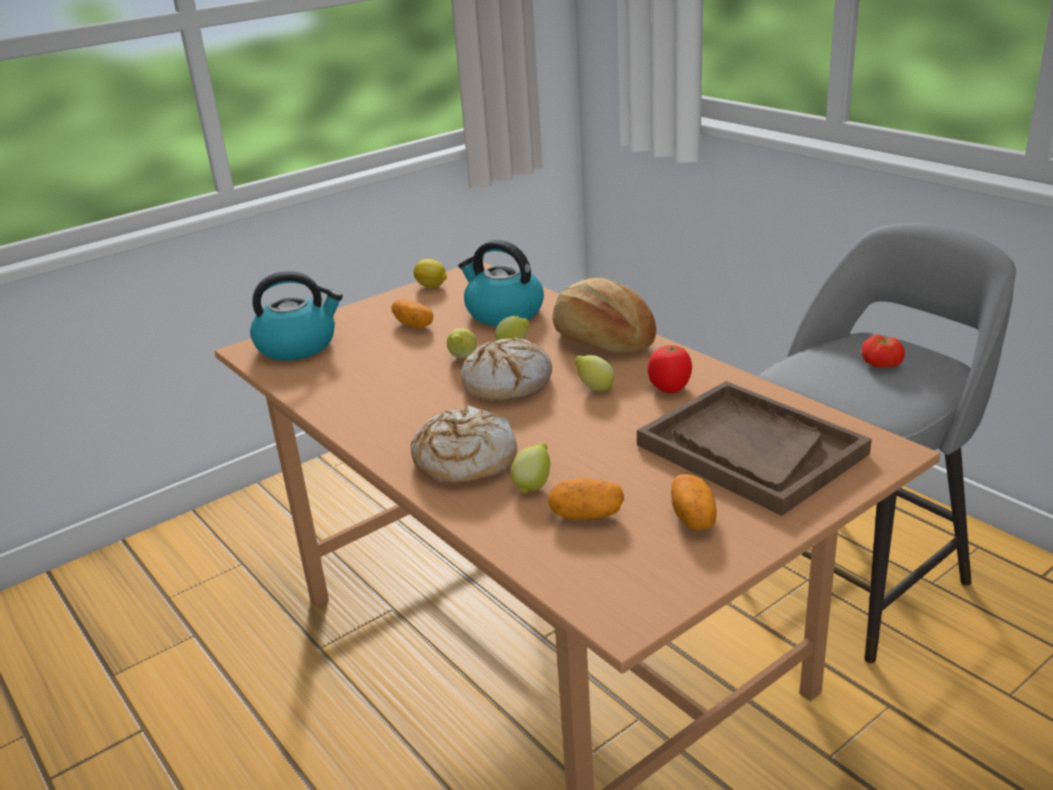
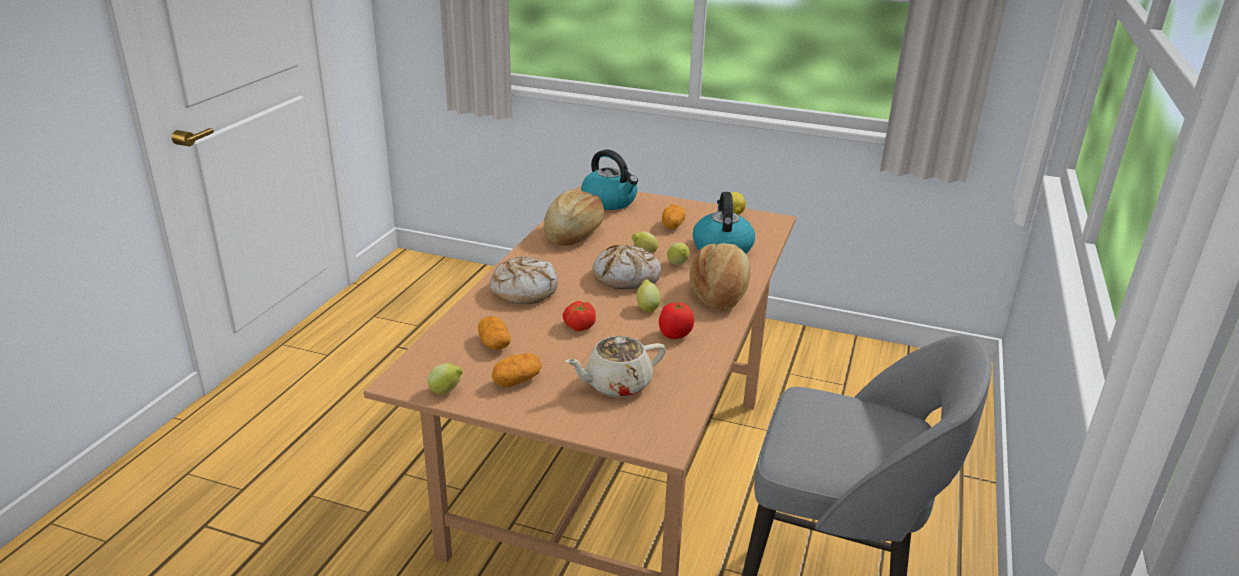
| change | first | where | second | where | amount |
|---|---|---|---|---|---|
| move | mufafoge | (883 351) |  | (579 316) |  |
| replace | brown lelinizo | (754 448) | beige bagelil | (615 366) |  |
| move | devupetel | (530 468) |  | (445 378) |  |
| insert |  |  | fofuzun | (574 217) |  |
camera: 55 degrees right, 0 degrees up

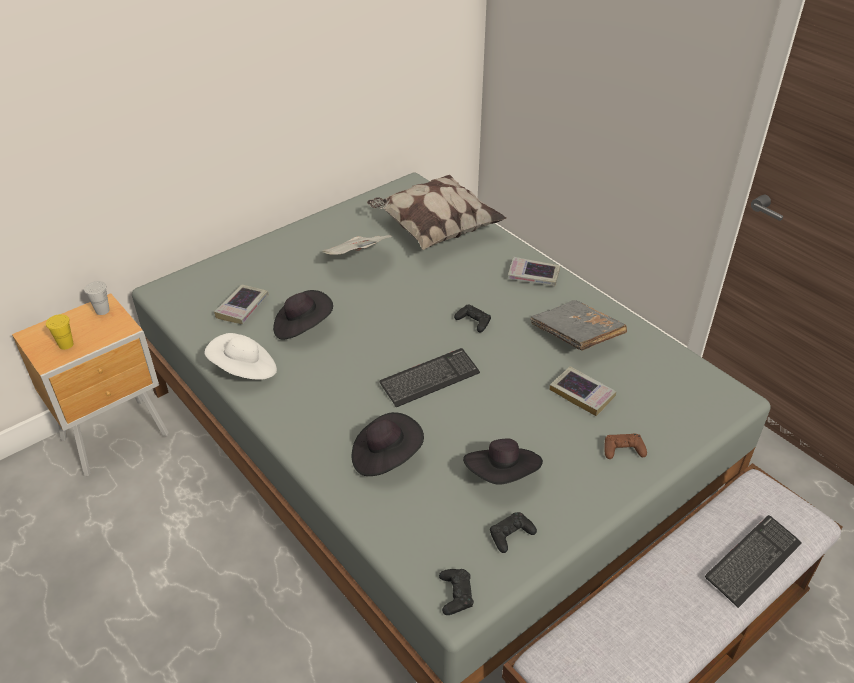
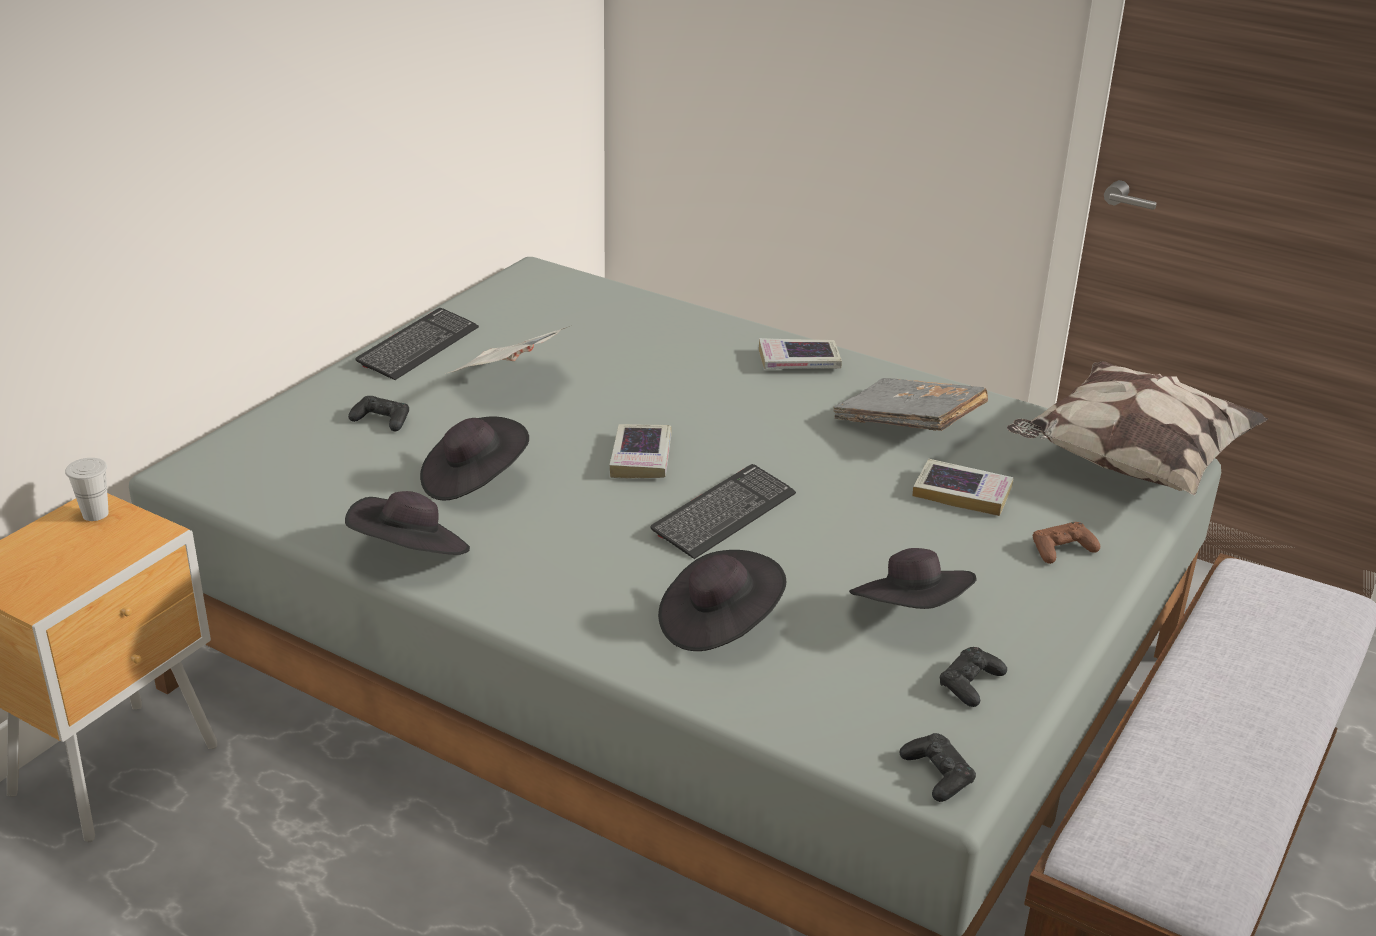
| change | first | where | second | where | amount |
|---|---|---|---|---|---|
| move | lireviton | (437 212) |  | (1137 428) |  |
| move | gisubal | (241 304) |  | (640 451) |  |
| move | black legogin | (472 318) |  | (378 413) |  |
| delete | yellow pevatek | (59 332) |  |  |  |
| recolor | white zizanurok | (240 356) | black zizanurok | (407 523) |  |
| move | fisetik | (753 561) |  | (417 344) |  |
camera: 20 degrees left, 10 degrees down

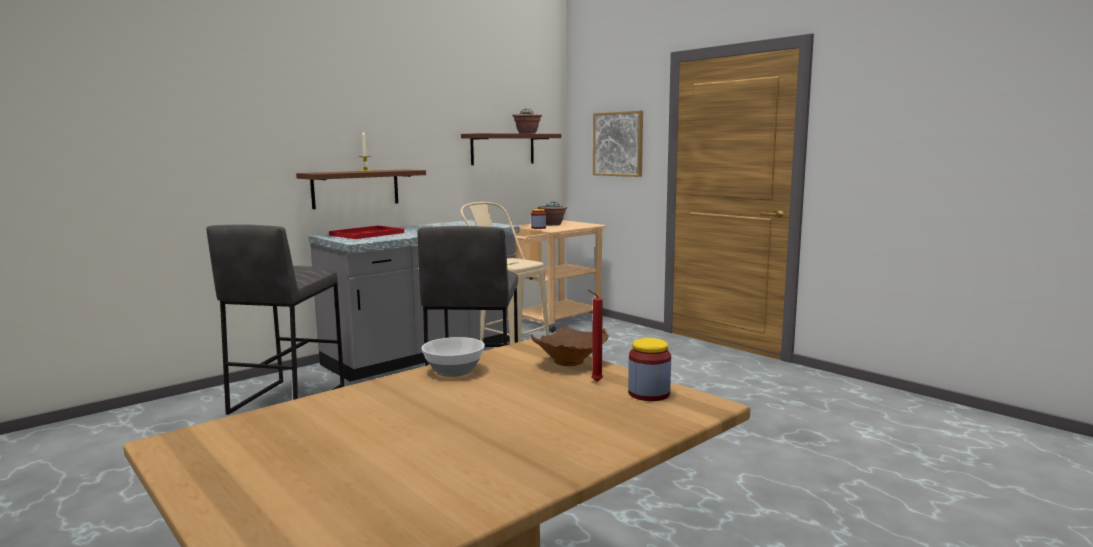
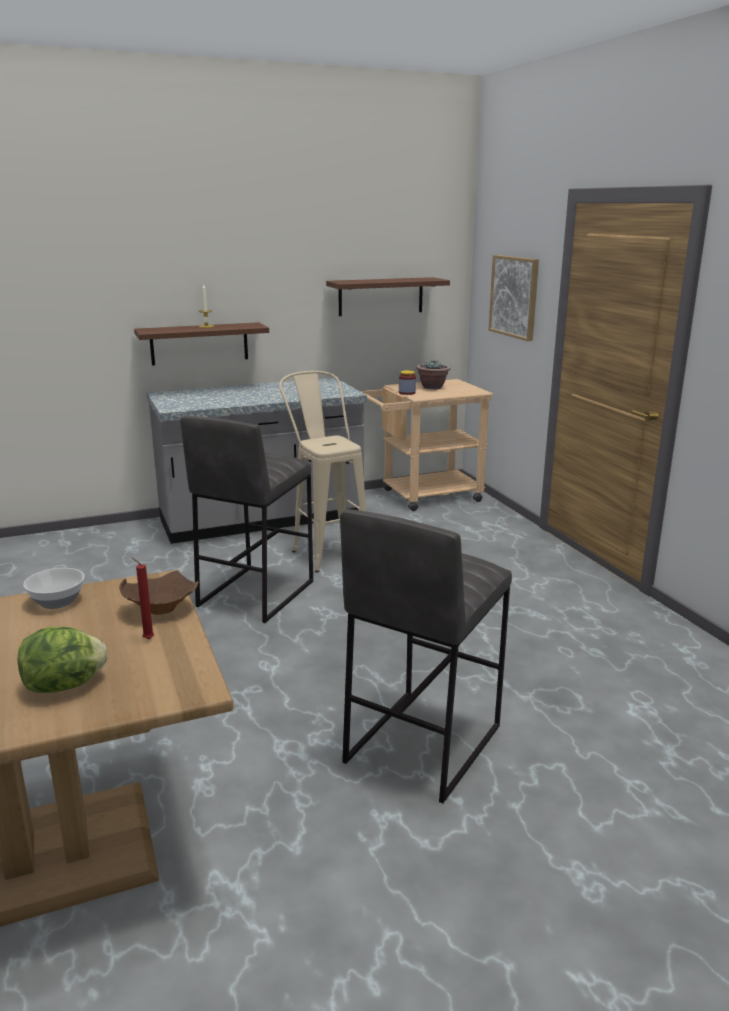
| change | first | where | second | where | amount |
|---|---|---|---|---|---|
| delete | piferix | (527 121) |  |  |  |
| move | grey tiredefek | (275 320) |  | (426 656) |  |
| delete | red lelinizo | (366 232) |  |  |  |
| delete | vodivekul | (649 369) |  |  |  |
| insert |  |  | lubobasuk | (62 660) |  |
camera: 20 degrees right, 10 degrees up

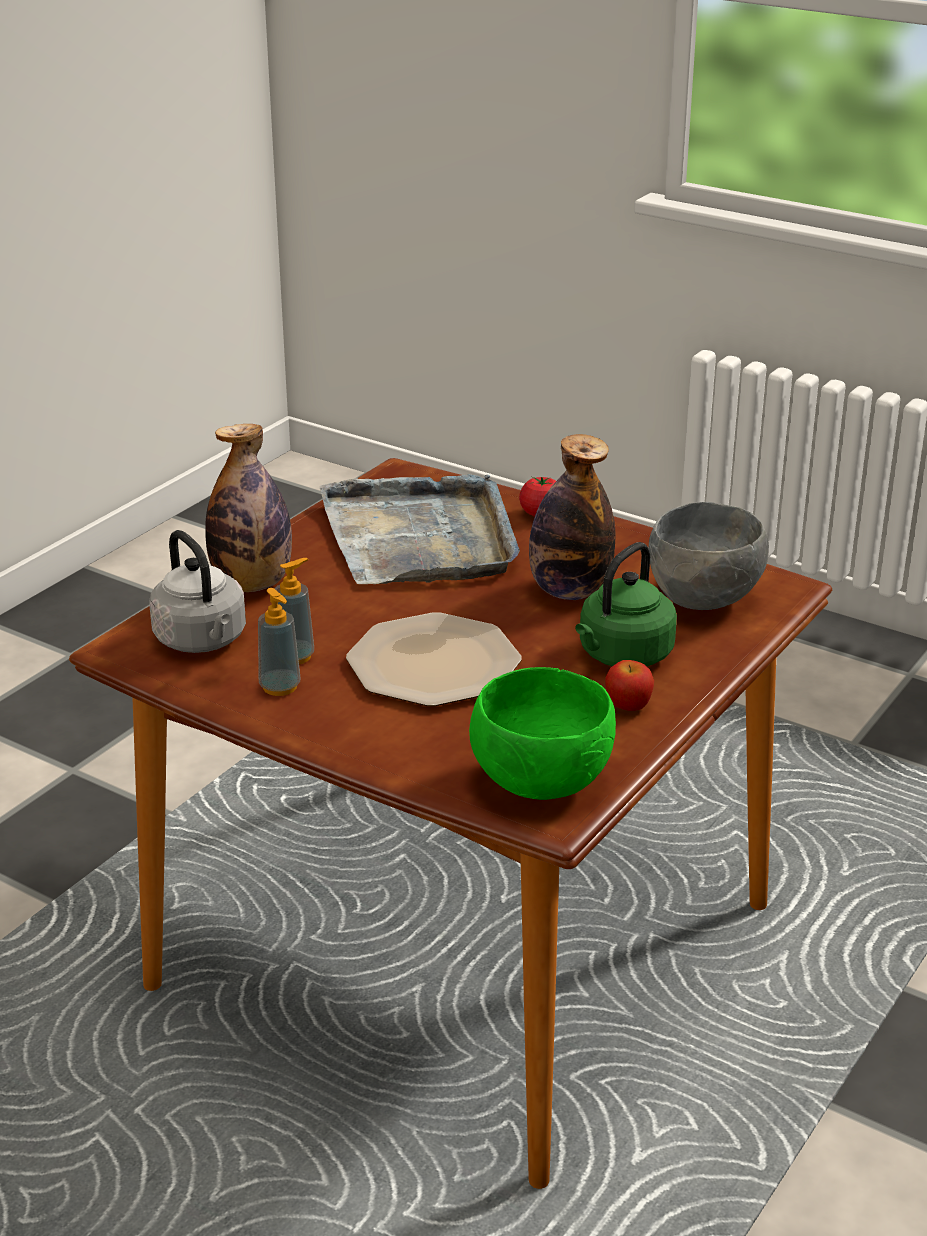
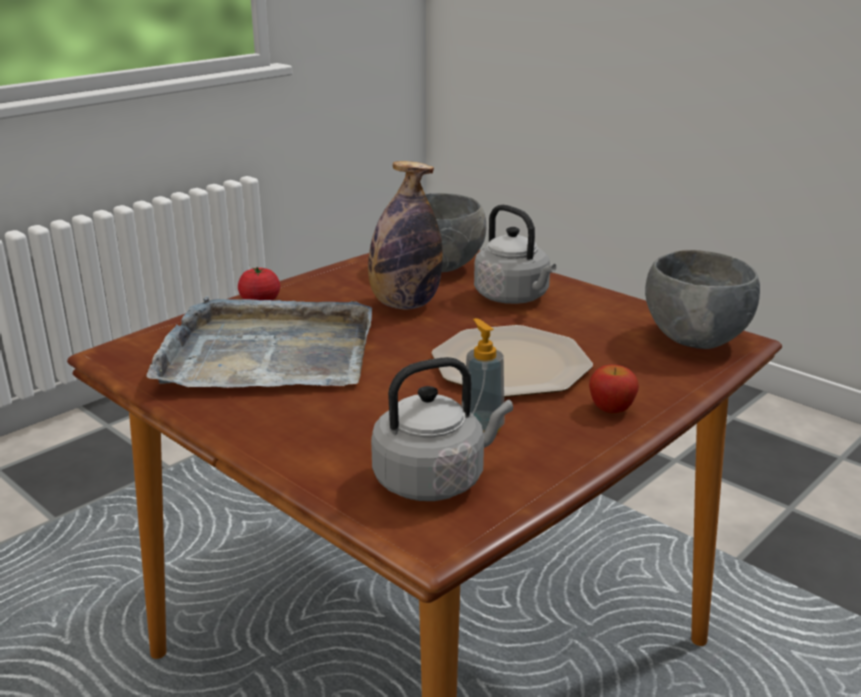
| change | first | where | second | where | amount |
|---|---|---|---|---|---|
| delete | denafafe | (248 508) |  |  |  |
| recolor | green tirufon | (626 604) | grey tirufon | (515 254) |  |
| delete | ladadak | (279 642) |  |  |  |
| move | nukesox | (629 685) |  | (614 389) |  |
| recolor | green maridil | (542 733) | grey maridil | (702 299) |  |
camera: 80 degrees left, 5 degrees down

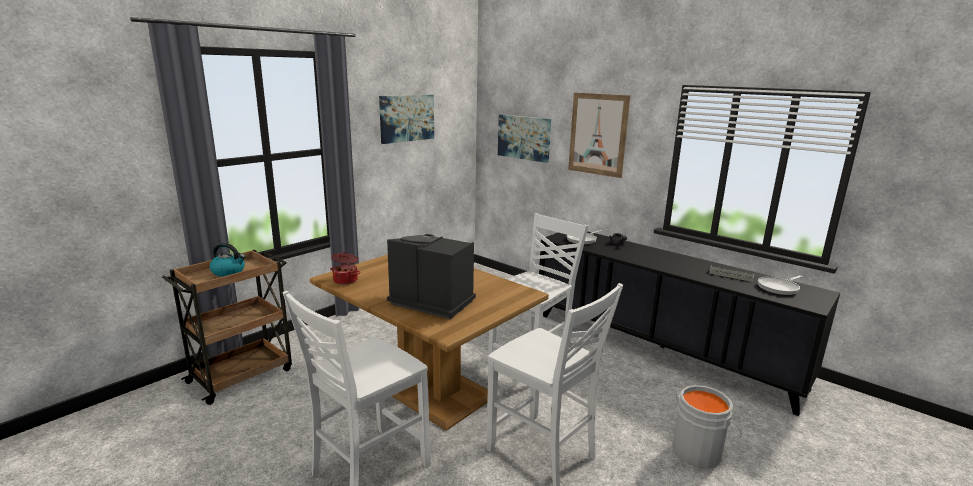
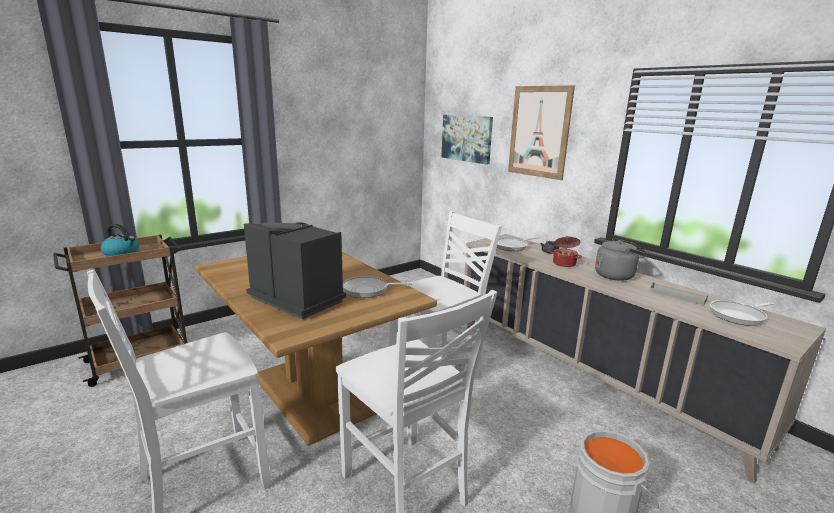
| change | first | where | second | where | amount |
|---|---|---|---|---|---|
| delete | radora | (406 119) |  |  |  |
| recolor | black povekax | (689 323) | beige povekax | (645 359) |  |
| move | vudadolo | (345 268) |  | (566 251) |  |
| insert |  |  | grey tirufon | (621 259) |  |
| insert |  |  | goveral | (377 287) |  |
camera: 10 degrees right, 0 degrees up

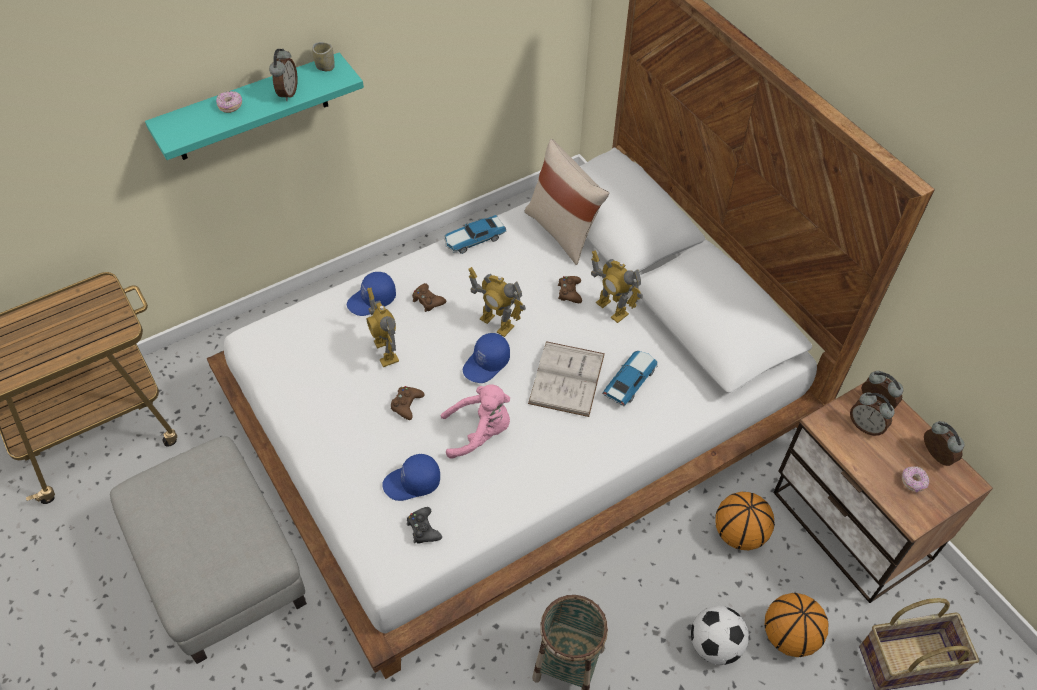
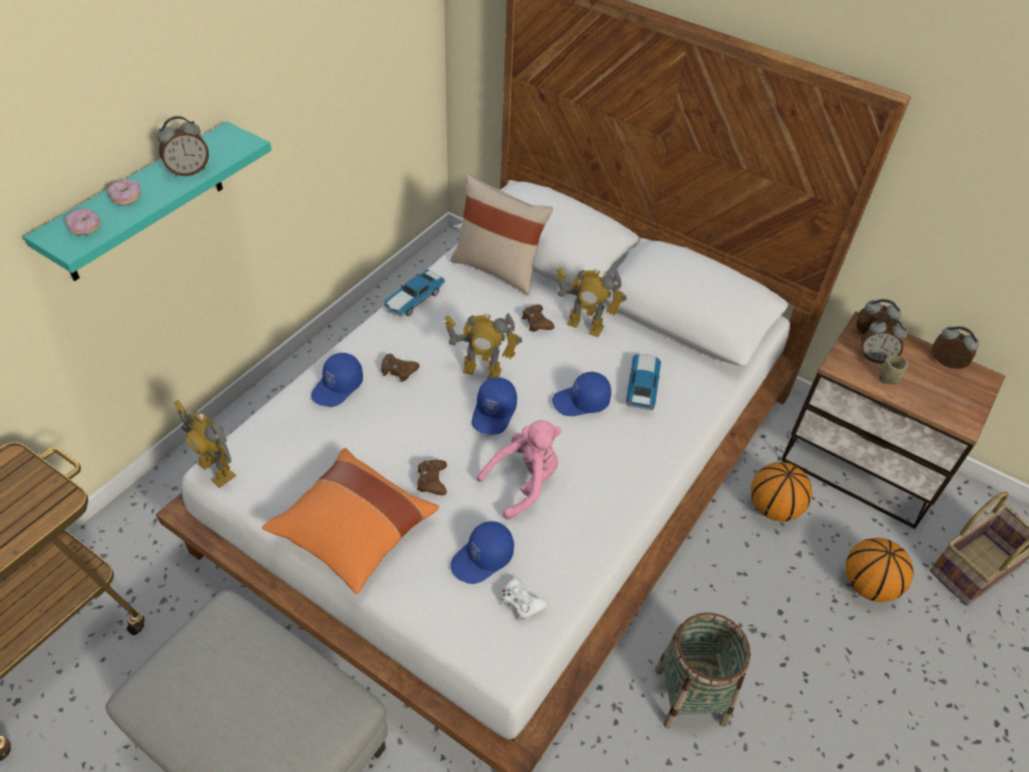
| change | first | where | second | where | amount |
|---|---|---|---|---|---|
| move | pevatek | (323 56) |  | (893 370) |  |
| rotate | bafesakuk | (283 75) |  | (183 146) | 75 degrees clockwise |
| move | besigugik | (382 327) |  | (205 444) |  |
| replace | white gisubal | (566 379) | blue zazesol | (581 394) |  |
| move | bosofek | (915 479) |  | (83 221) |  |
| recolor | black legogin | (424 525) | white legogin | (523 599) |  |
| delete | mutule | (720 635) |  |  |  |
| insert |  |  | orange lireviton | (350 521) |  |
camera: 25 degrees left, 5 degrees down

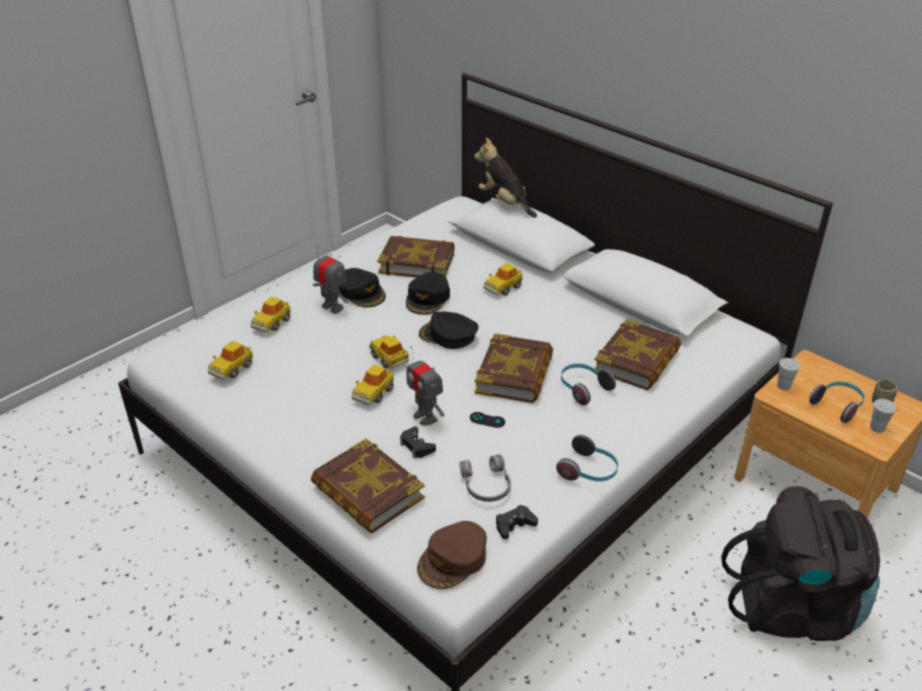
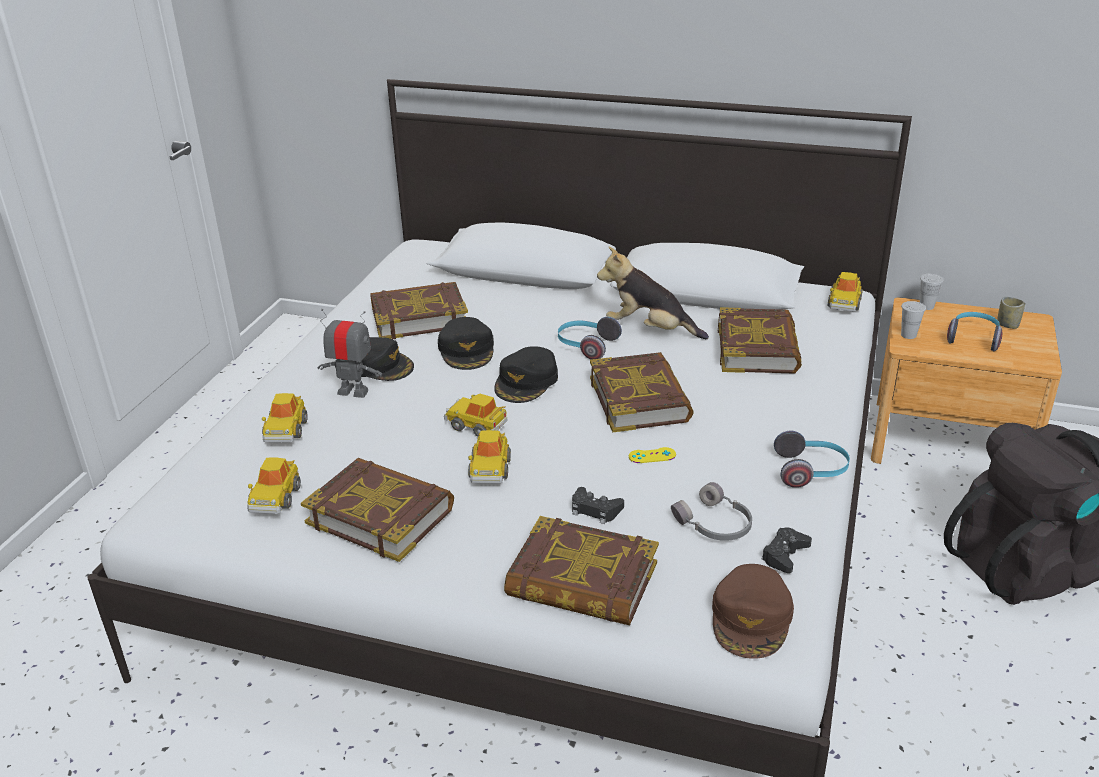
| change | first | where | second | where | amount |
|---|---|---|---|---|---|
| move | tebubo | (505 178) |  | (653 293) |  |
| move | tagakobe | (503 279) |  | (845 291) |  |
| rotate | black zazesol | (448 330) |  | (526 374) | 60 degrees counterclockwise |
| delete | besigugik | (425 386) |  |  |  |
| move | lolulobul | (588 384) |  | (590 338) |  |
| move | white pevatek | (883 416) |  | (932 292) |  |
| recolor | black legogin | (487 420) | yellow legogin | (652 455) |  |
| insert |  |  | gisubal | (377 510) |  |
camera: 25 degrees left, 5 degrees down

